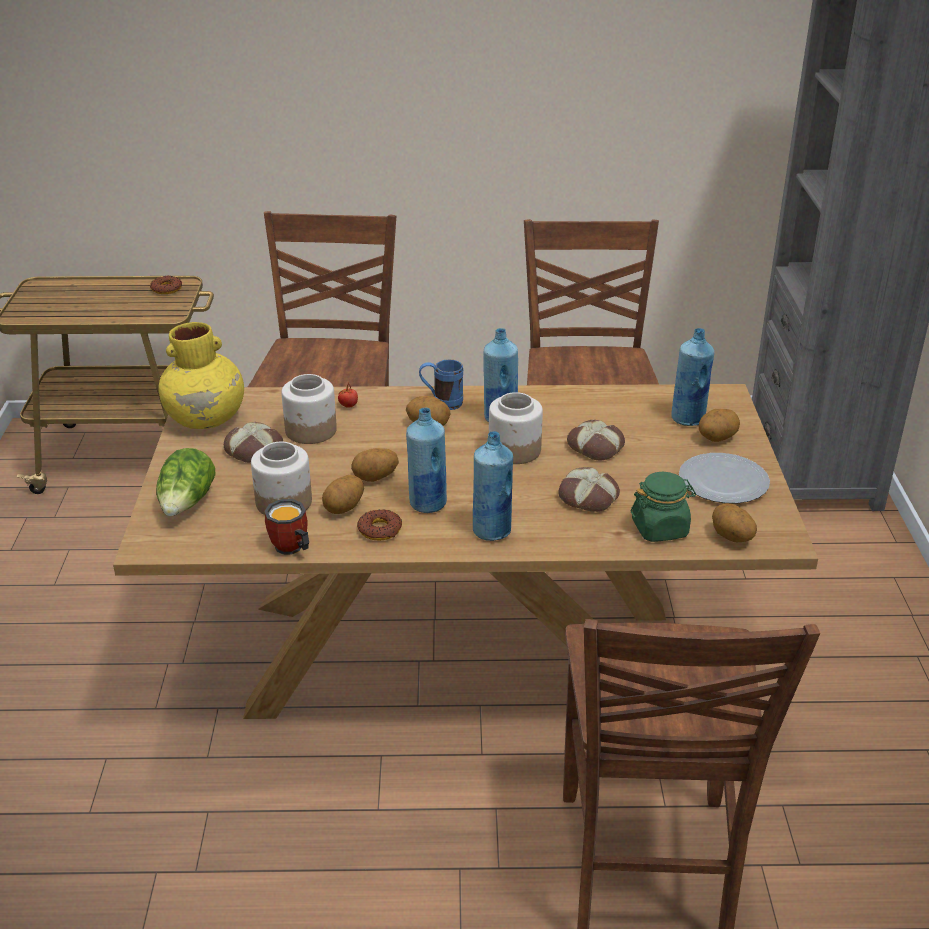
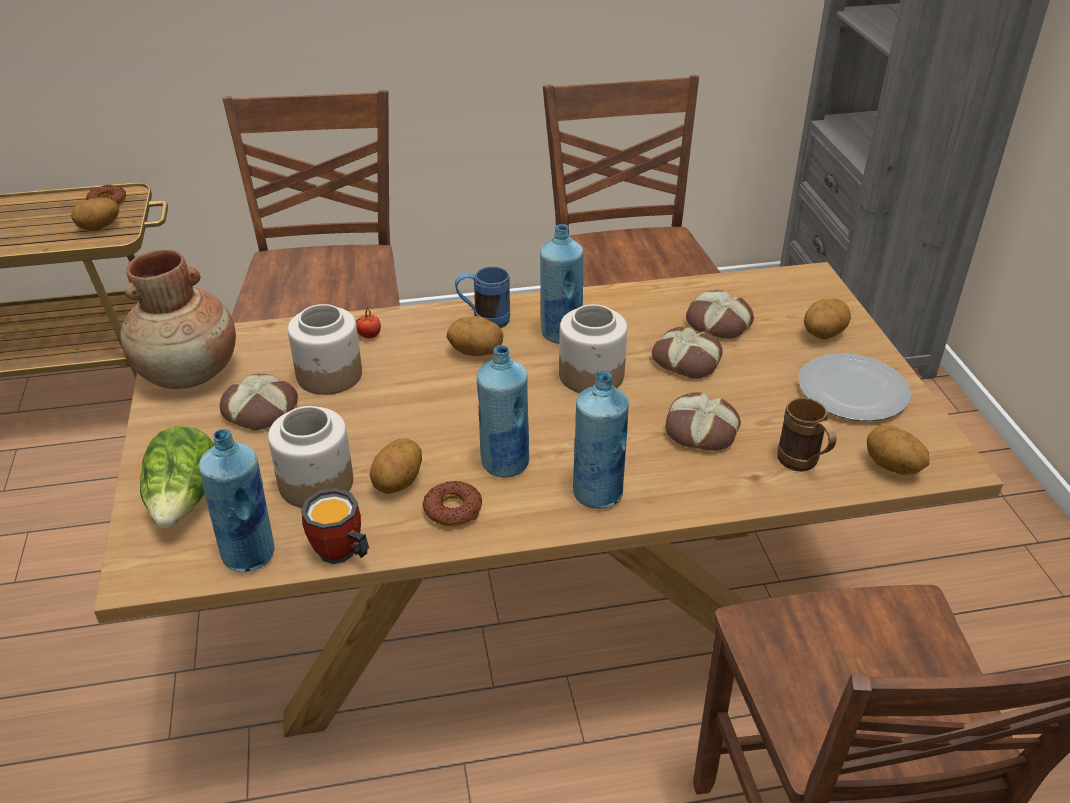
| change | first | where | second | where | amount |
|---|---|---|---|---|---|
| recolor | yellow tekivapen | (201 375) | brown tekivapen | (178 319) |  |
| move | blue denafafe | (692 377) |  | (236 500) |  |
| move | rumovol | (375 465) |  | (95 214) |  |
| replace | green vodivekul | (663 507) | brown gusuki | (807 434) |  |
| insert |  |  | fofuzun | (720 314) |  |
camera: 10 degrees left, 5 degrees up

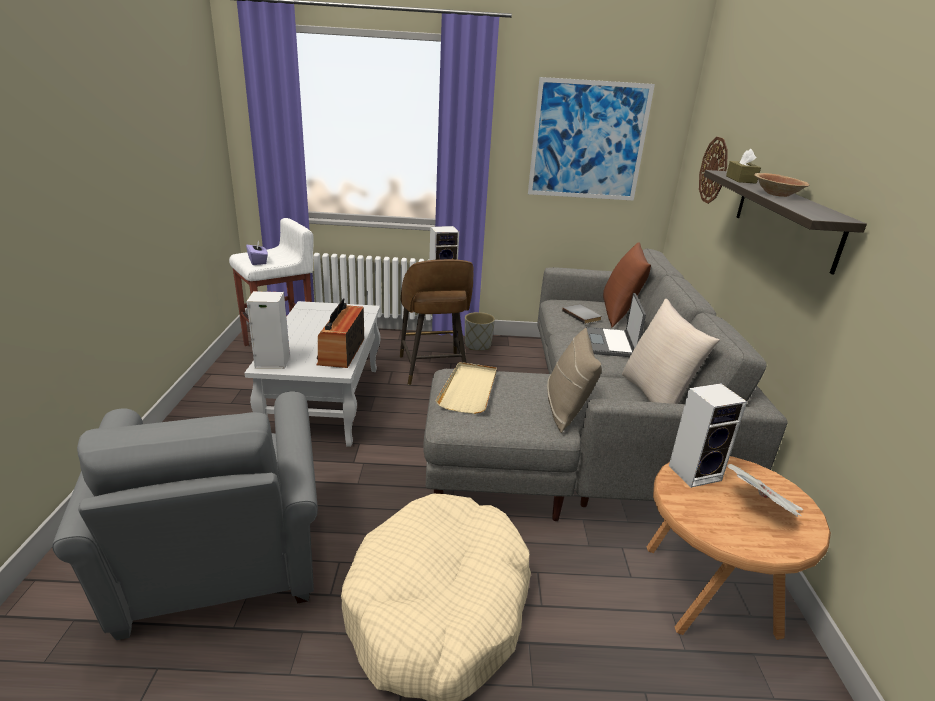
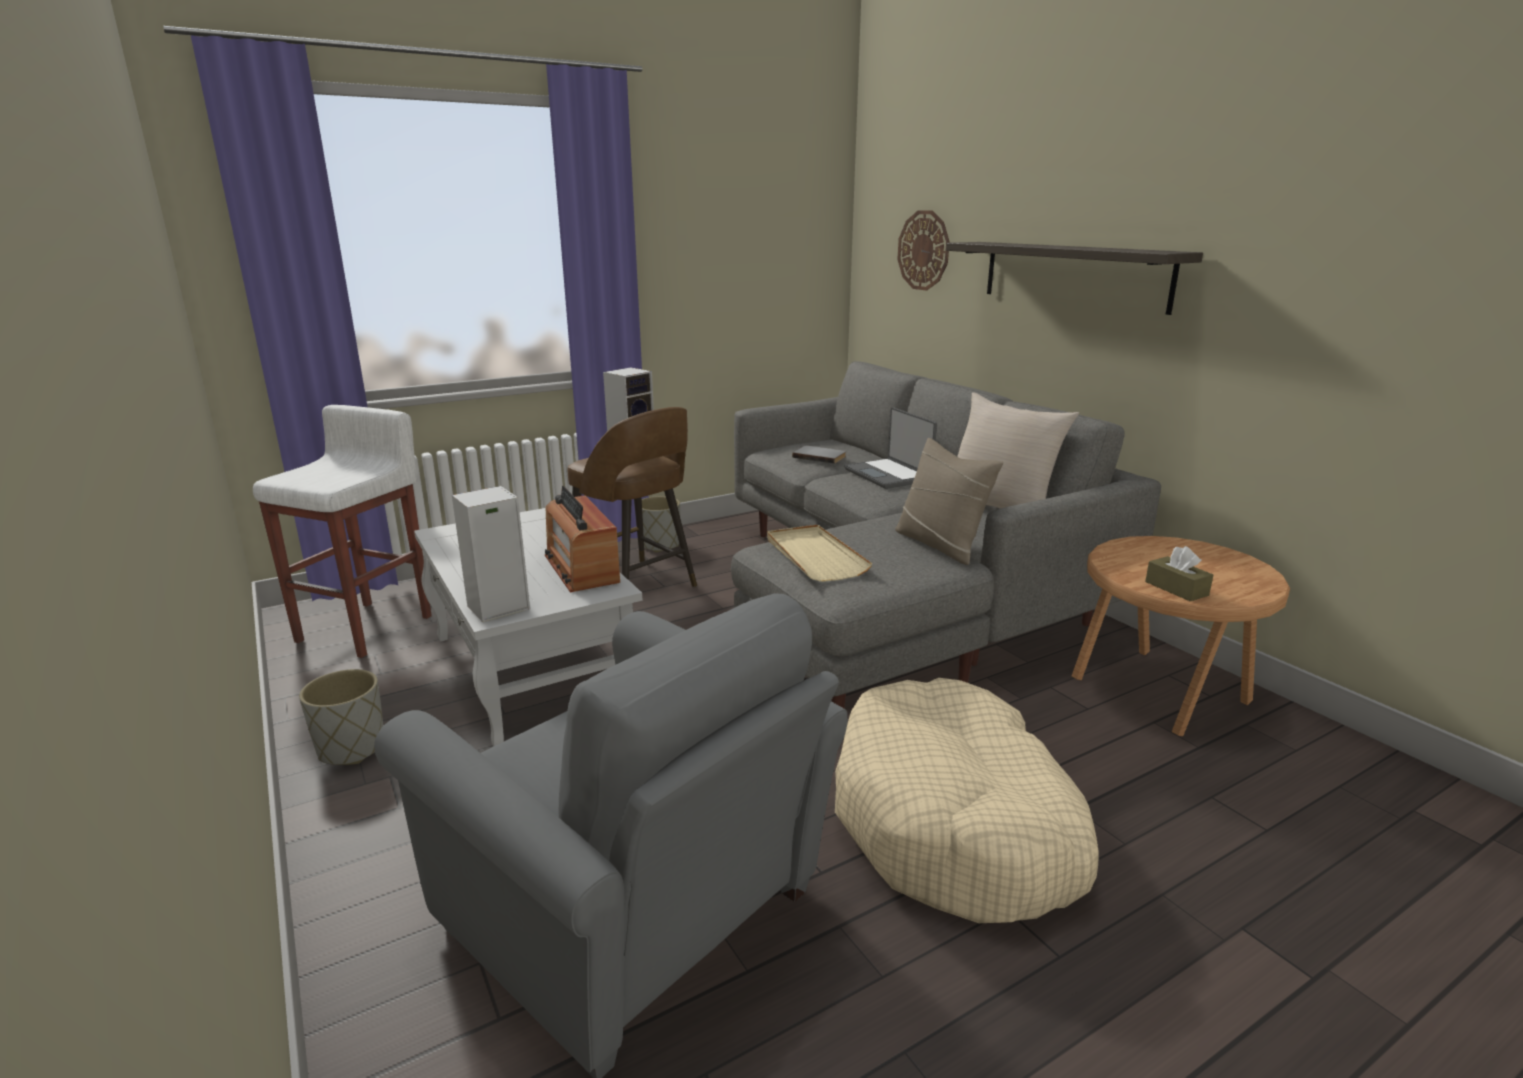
| change | first | where | second | where | amount |
|---|---|---|---|---|---|
| delete | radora | (591 139) |  |  |  |
| move | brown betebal | (743 165) |  | (1179 573) |  |
| delete | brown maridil | (781 185) |  |  |  |
| delete | purple betebal | (257 252) |  |  |  |
| delete | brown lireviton | (627 284) |  |  |  |
| delete | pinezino | (708 435) |  |  |  |
| delete | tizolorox | (765 490) |  |  |  |
| insert |  |  | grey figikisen | (341 717) |  |
camera: 30 degrees left, 5 degrees down

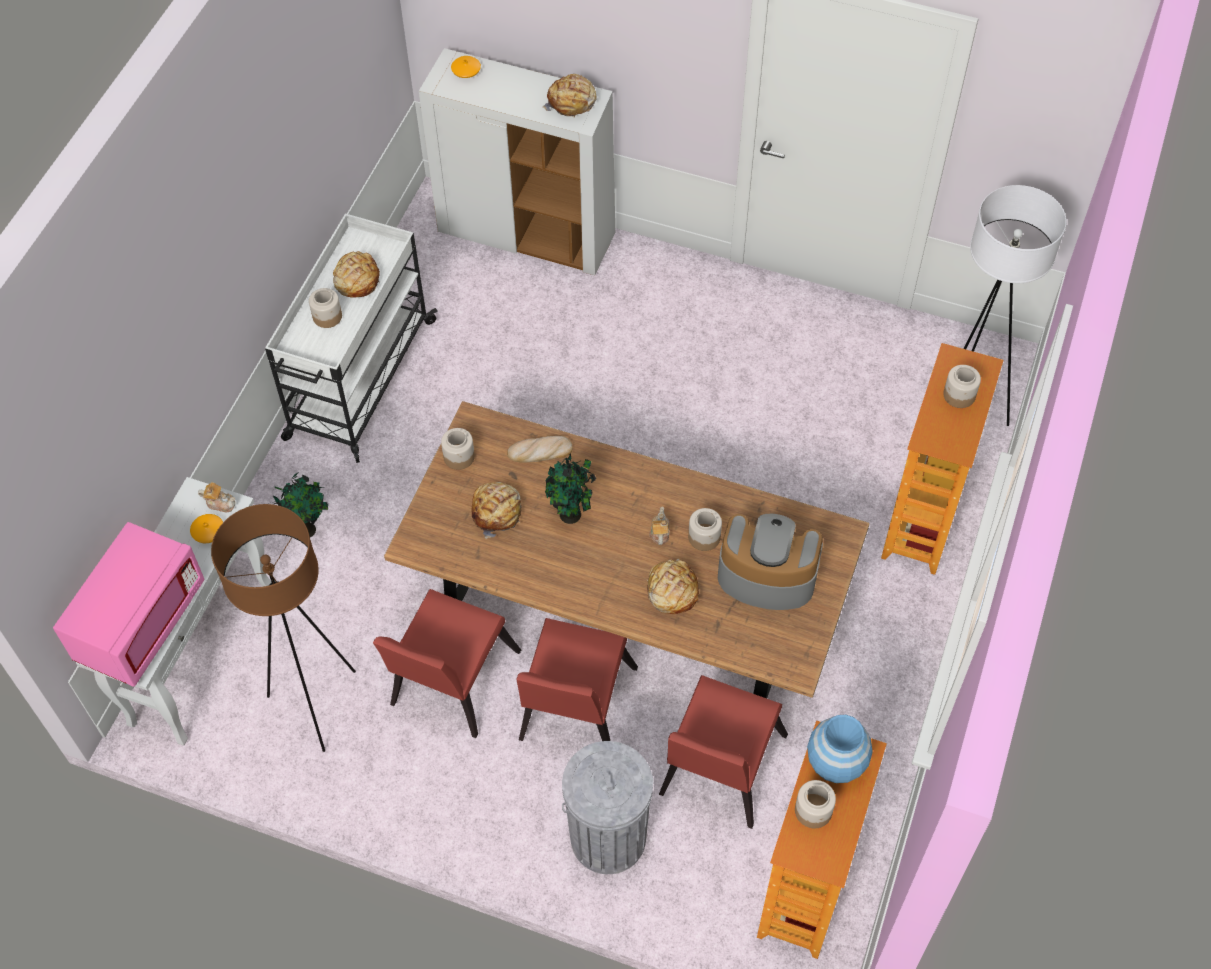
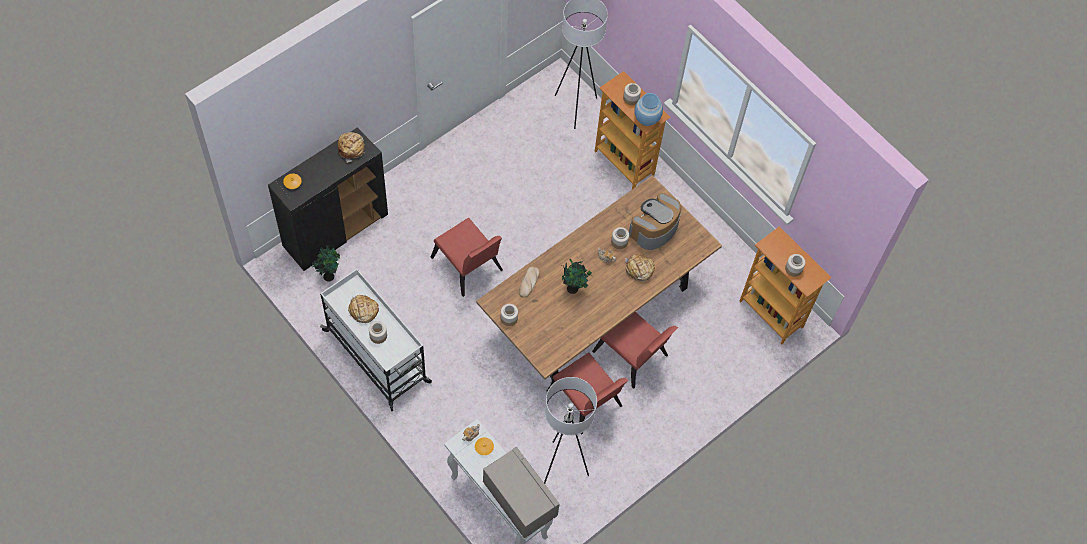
| change | first | where | second | where | amount |
|---|---|---|---|---|---|
| recolor | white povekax | (517 161) | black povekax | (328 199) |  |
| move | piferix | (298 504) |  | (326 263) |  |
| delete | fofuzun | (497 510) |  |  |  |
| recolor | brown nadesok | (283 628) | white nadesok | (570 430) |  |
| recolor | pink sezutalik | (128 604) | grey sezutalik | (521 492) |  |
| move | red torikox | (723 752) |  | (467 257) |  |
| move | blue tekivapen | (840 749) |  | (648 109) |  |
| delete | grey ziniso | (608 807) |  |  |  |
camera: 65 degrees left, 5 degrees up

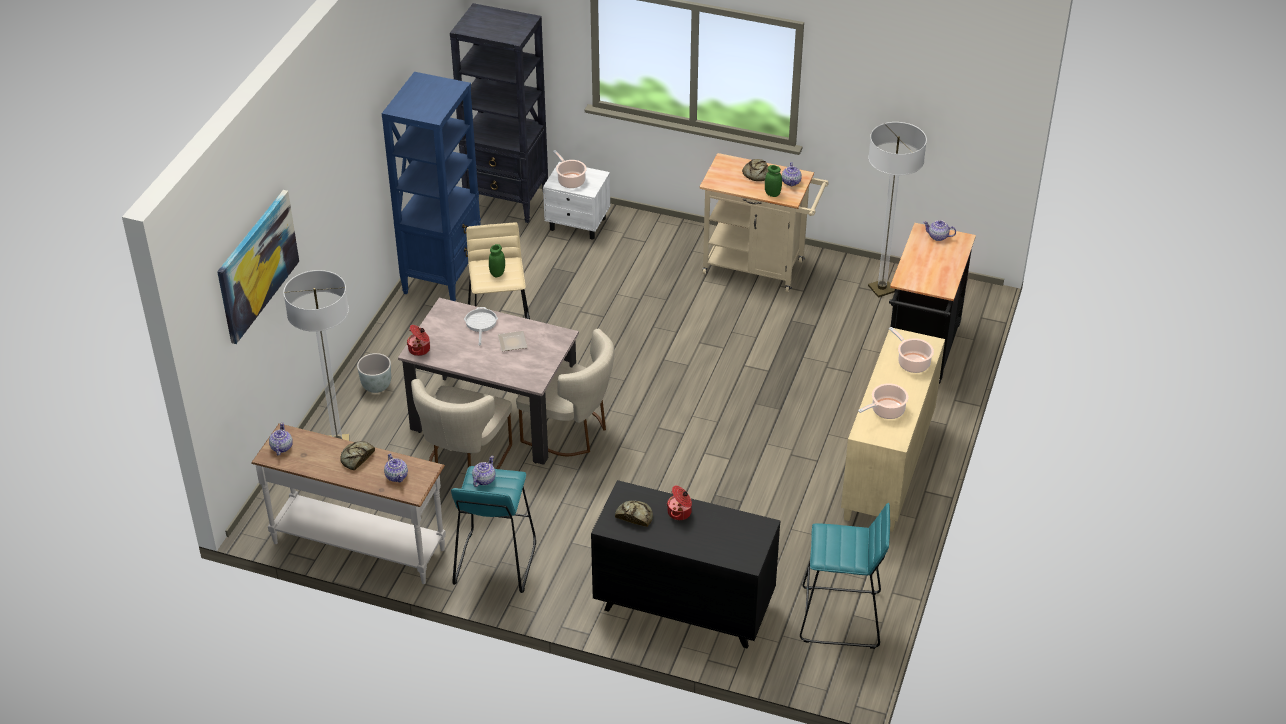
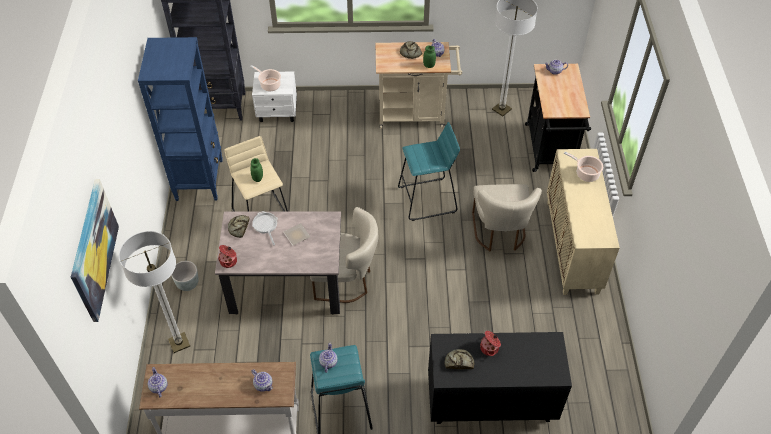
| change | first | where | second | where | amount |
|---|---|---|---|---|---|
| move | beige torikox | (461 424) |  | (507 217) |  |
| delete | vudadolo | (883 401) |  |  |  |
| move | fofuzun | (357 455) |  | (239 226) |  |
| move | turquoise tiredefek | (845 576) |  | (429 171) |  |
camera: 20 degrees left, 10 degrees up

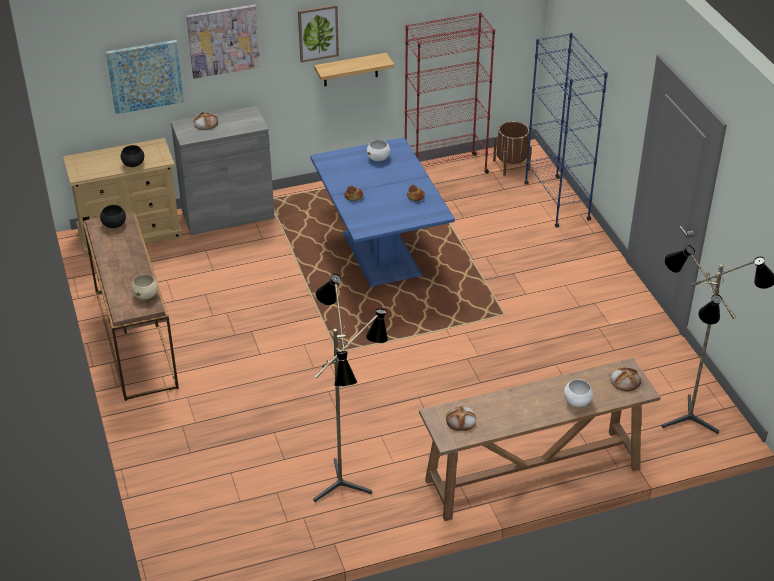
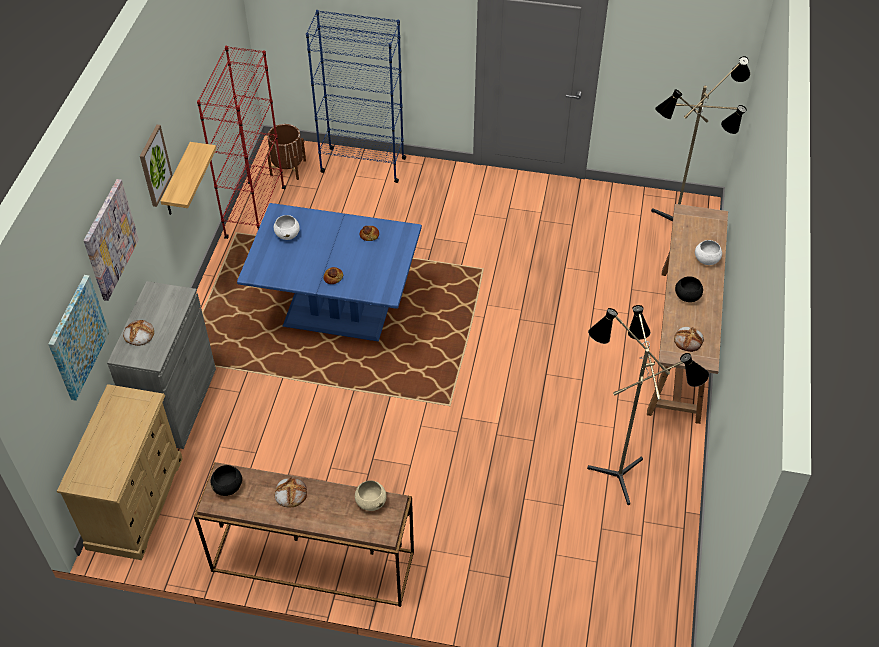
| change | first | where | second | where | amount |
|---|---|---|---|---|---|
| move | black maridil | (132 156) |  | (689 289) |  |
| move | fofuzun | (625 379) |  | (291 492) |  |
camera: 60 degrees left, 10 degrees up

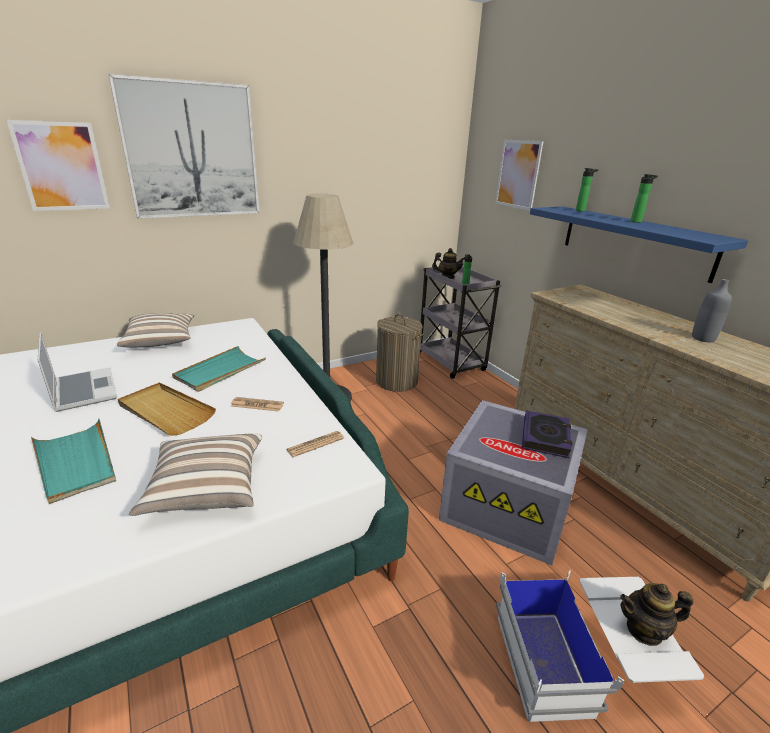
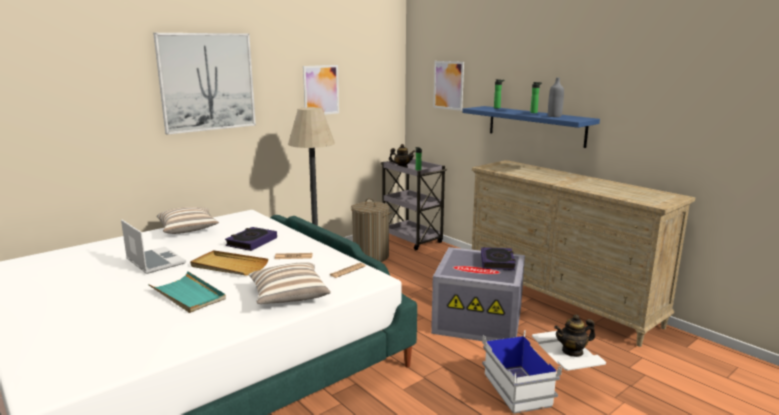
| change | first | where | second | where | amount |
|---|---|---|---|---|---|
| move | radora | (58 165) |  | (321 90) |  |
| move | grey denafafe | (712 310) |  | (556 97) |  |
| replace | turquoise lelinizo | (219 369) | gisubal | (251 239) |  |
camera: 10 degrees left, 10 degrees down

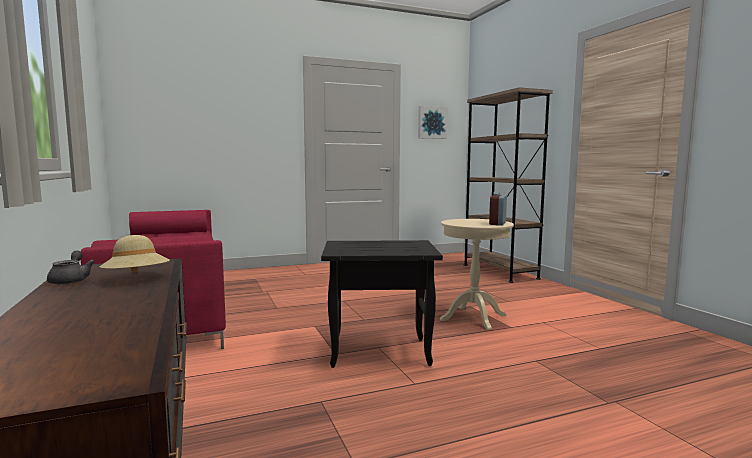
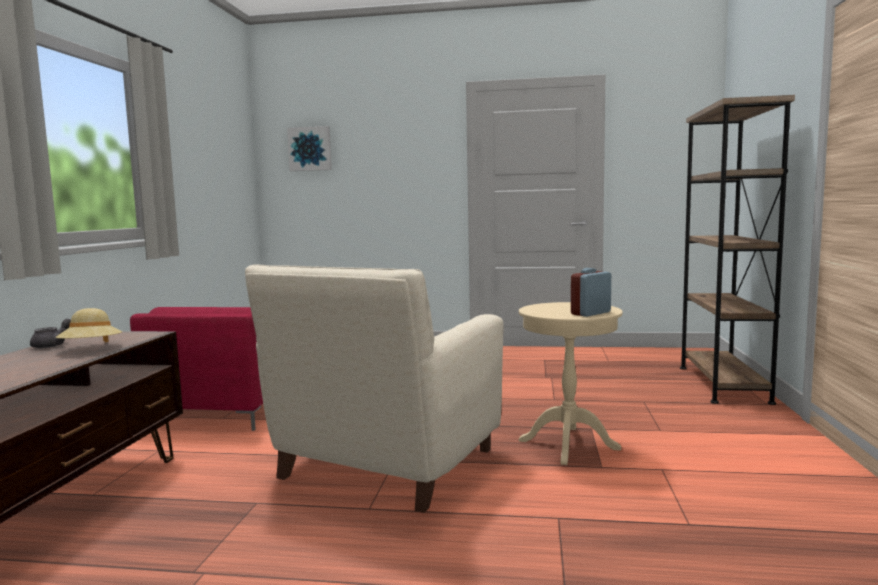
| change | first | where | second | where | amount |
|---|---|---|---|---|---|
| move | radora | (433 122) |  | (309 148) |  |
| replace | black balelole | (382 304) | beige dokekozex | (374 388) |  |
camera: 30 degrees right, 0 degrees up

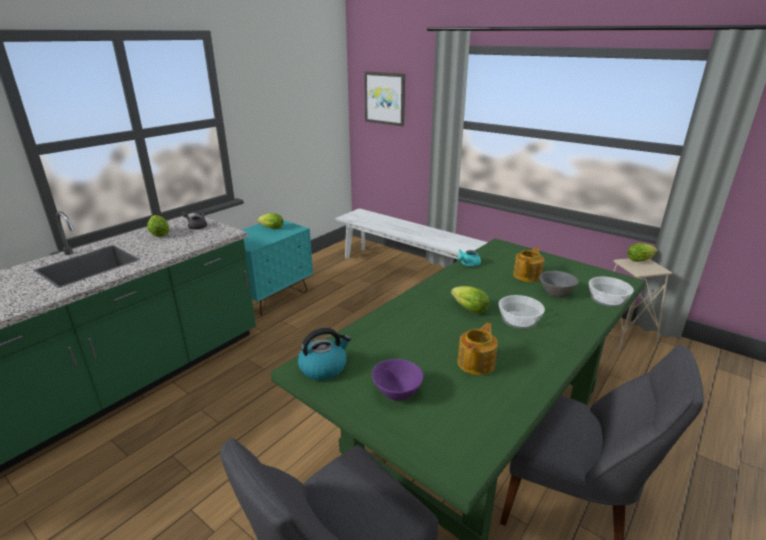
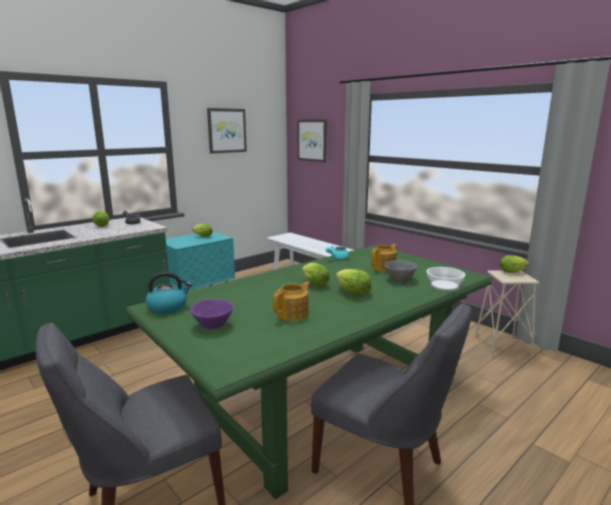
| change | first | where | second | where | amount |
|---|---|---|---|---|---|
| replace | maridil | (522 312) | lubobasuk | (353 282) |  |
| insert |  |  | radora | (227 131) |  |
camera: 10 degrees right, 10 degrees down

